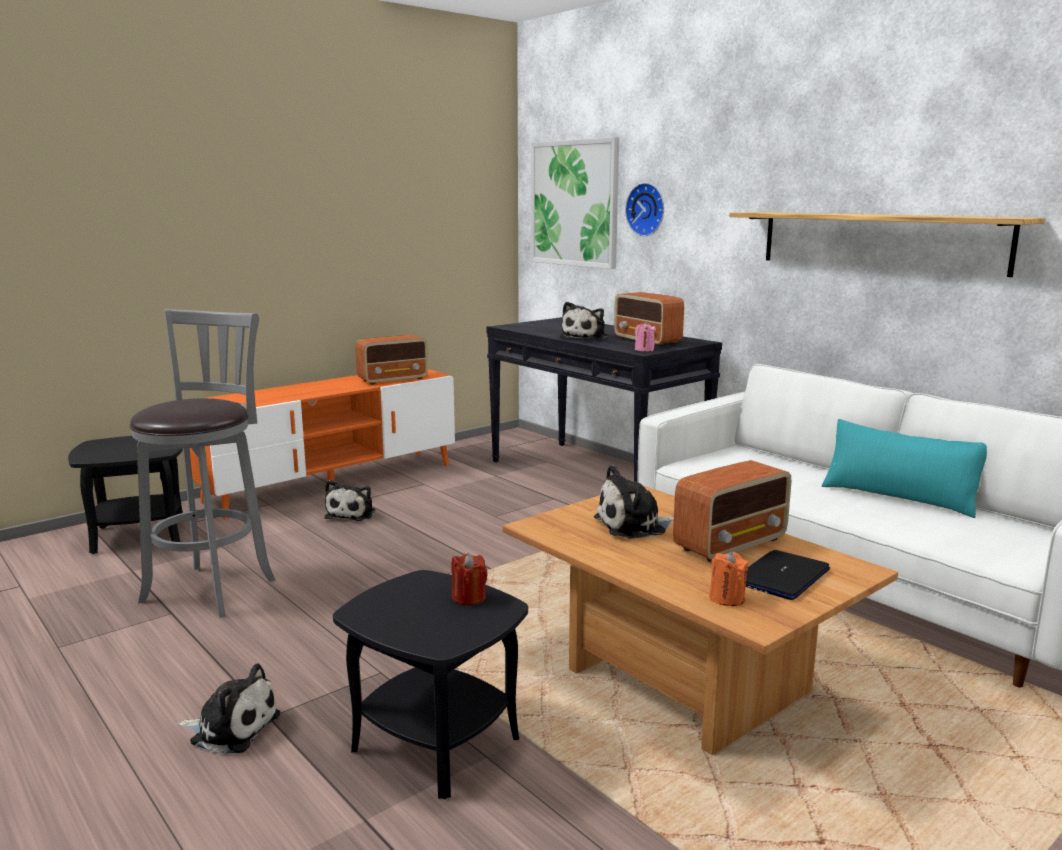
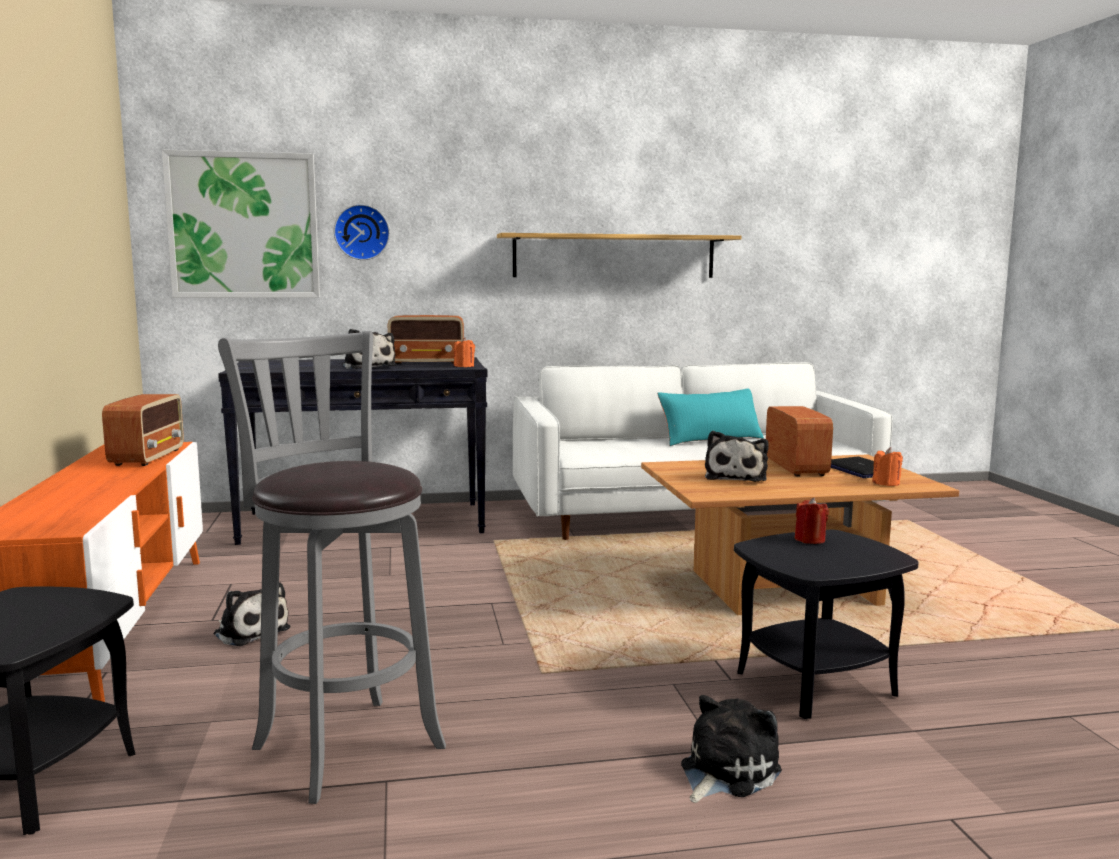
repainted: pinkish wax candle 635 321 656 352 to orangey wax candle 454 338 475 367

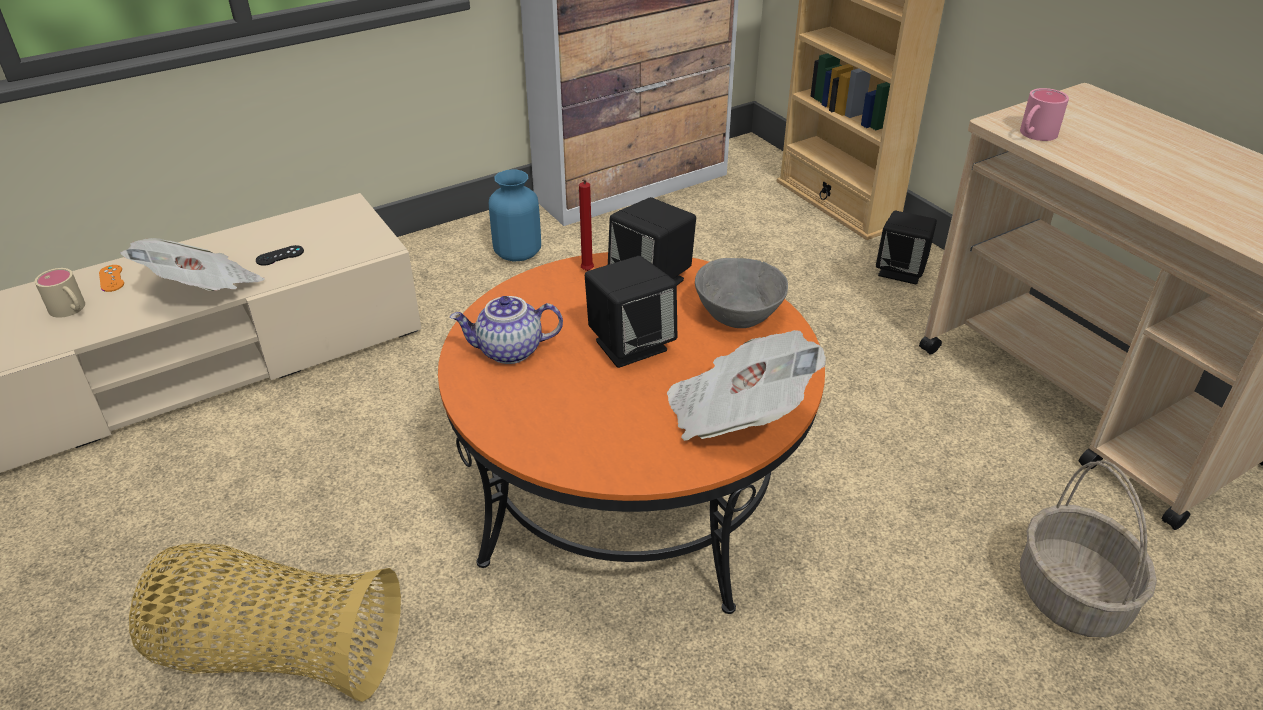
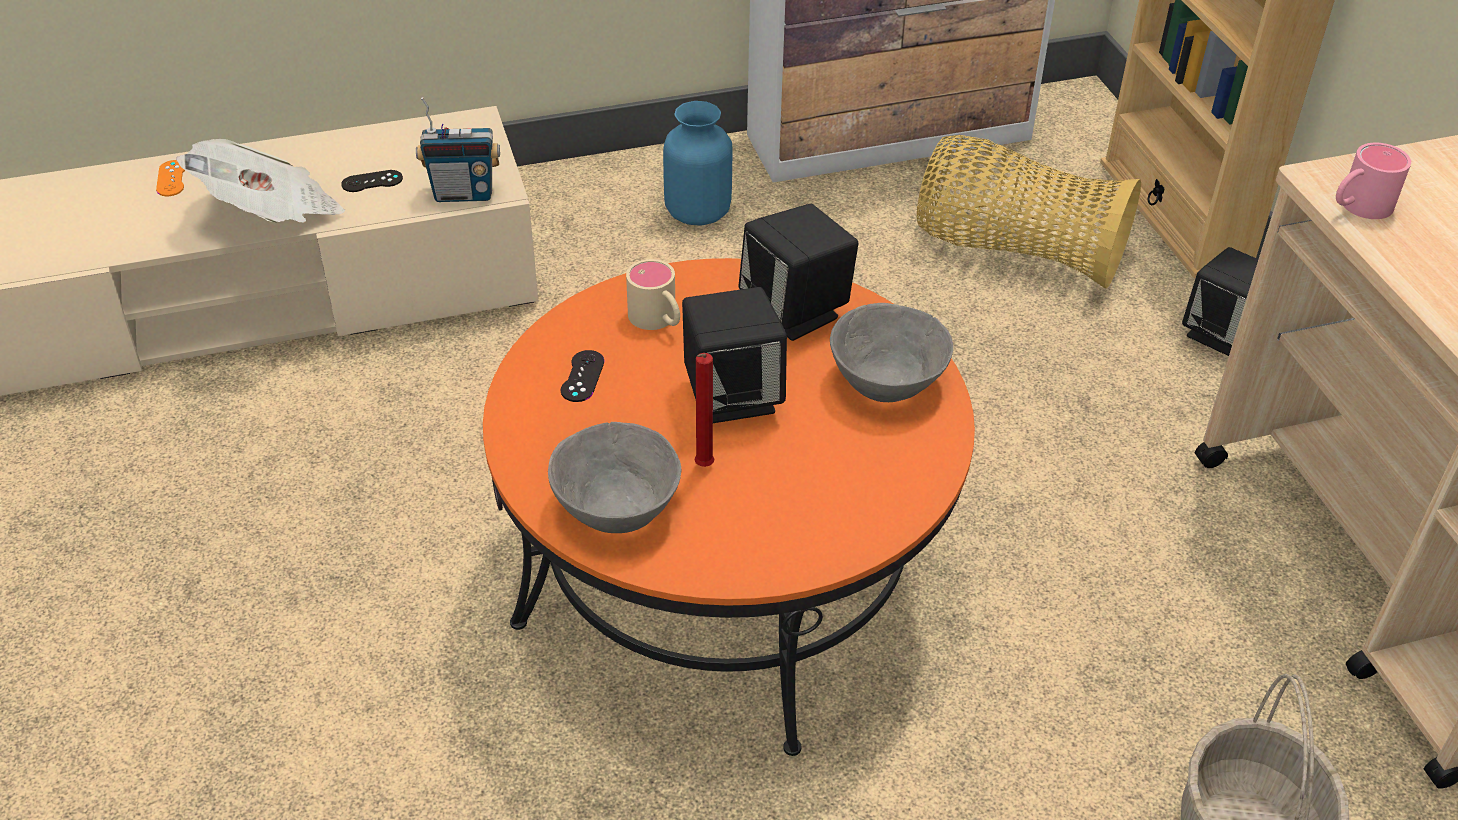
gone: newspaper 667 330 826 441
new: radio 416 97 500 202; greyish deep dish 548 422 682 533
shifted: sand-coloured tea mug 35 268 85 318 to 626 259 680 330; storage basket 129 543 401 702 to 917 135 1141 289; reddish wax candle 579 179 594 271 to 694 353 714 467
swapped: pot for tea 450 296 563 364 to blackish game controller 561 350 604 402

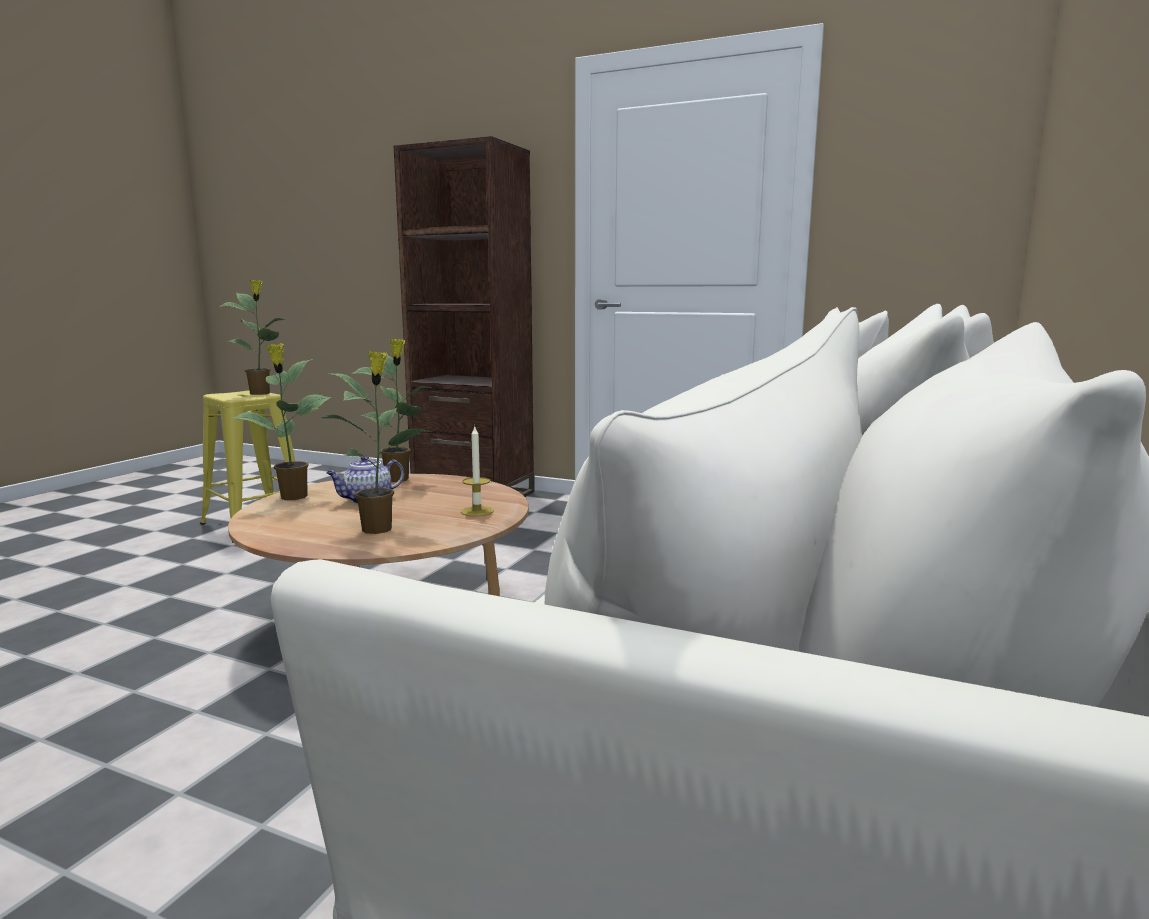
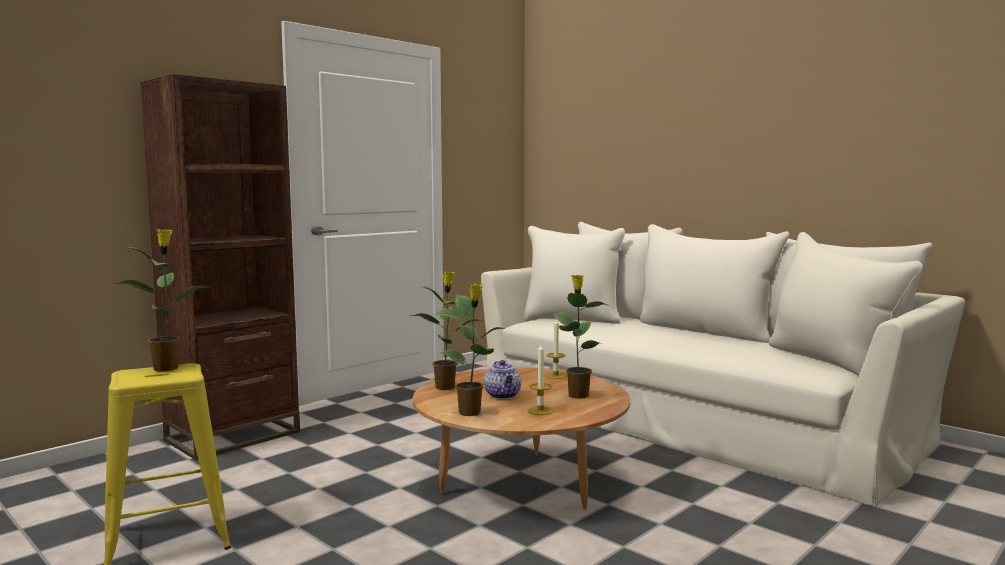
new: wax candle 527 344 553 415

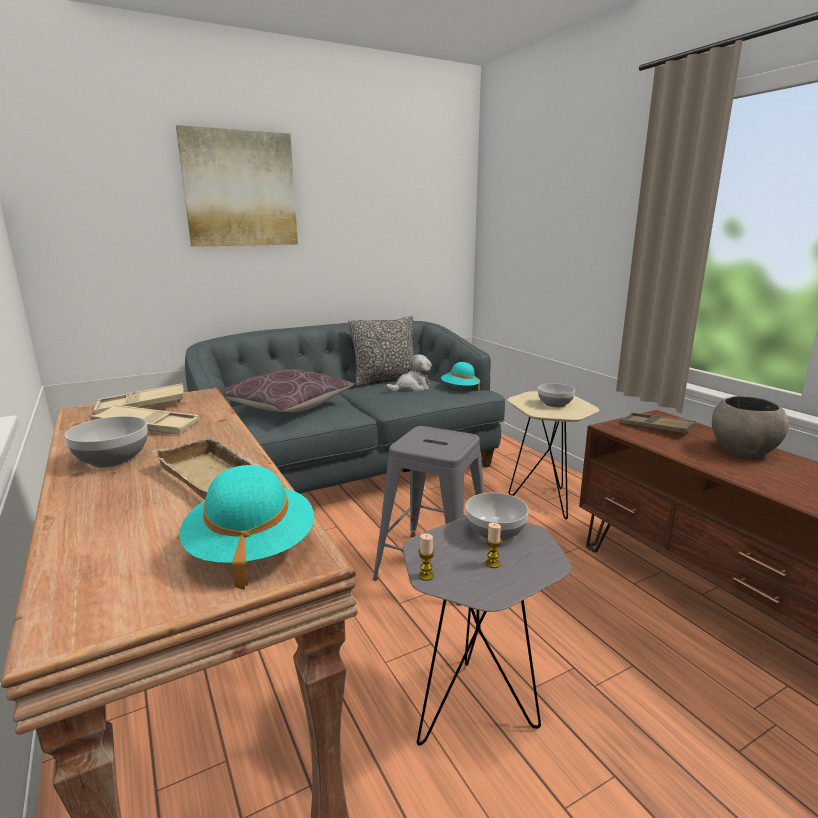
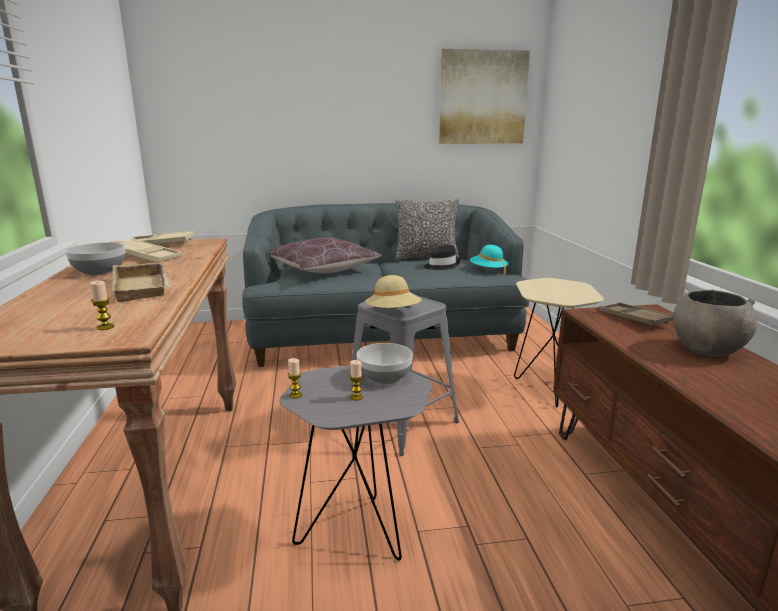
gone: deep dish 538 384 575 407
new: sand-coloured clothing hat 365 275 422 308
shifted: wall art 176 125 298 247 to 439 49 530 144
swapped: blue-green clothing hat 180 465 314 590 to wax candle 90 281 114 330; cuddly toy 386 354 432 392 to blackish clothing hat 424 245 460 270

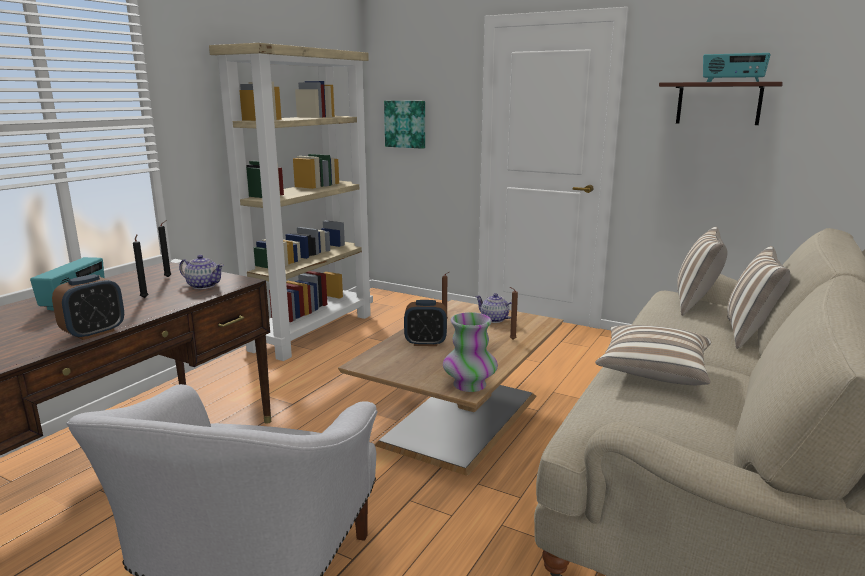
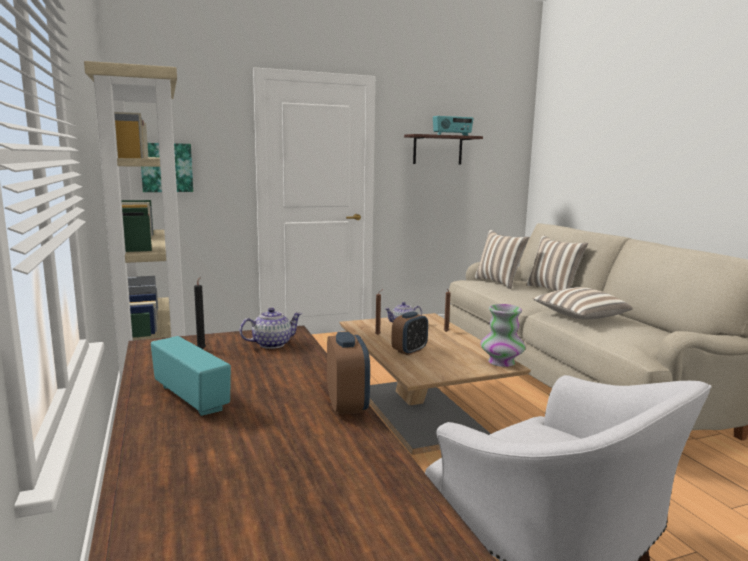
gone: blackish wax candle 133 235 148 298

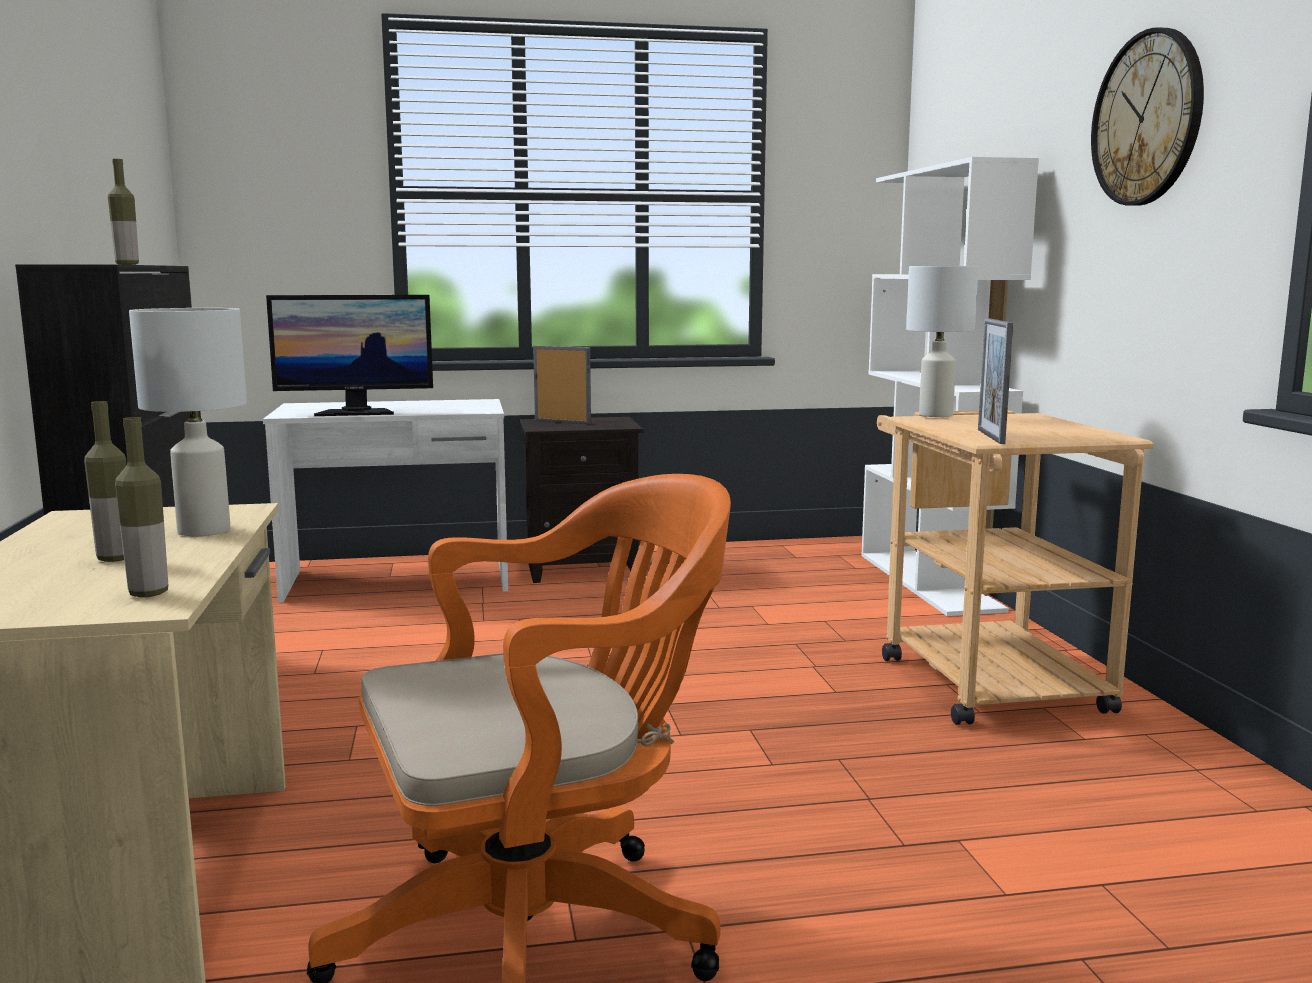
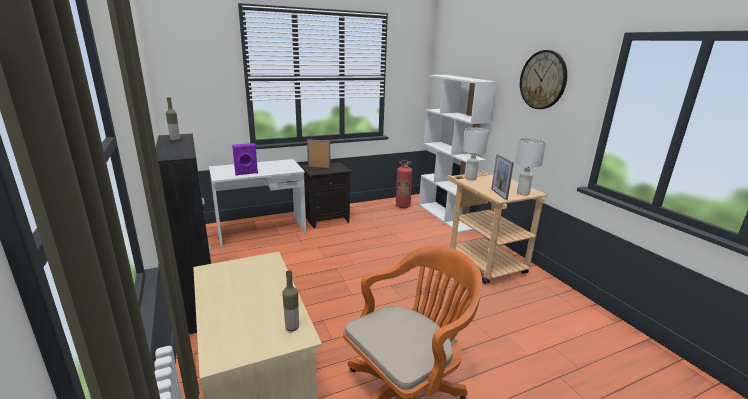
gone: bottle 84 401 127 562
new: extinguisher 396 160 413 208
shifted: white-coloured table lamp 129 308 247 536 to 515 138 546 196
swapped: computer screen 266 295 433 416 to purple-coloured speaker 232 143 258 176

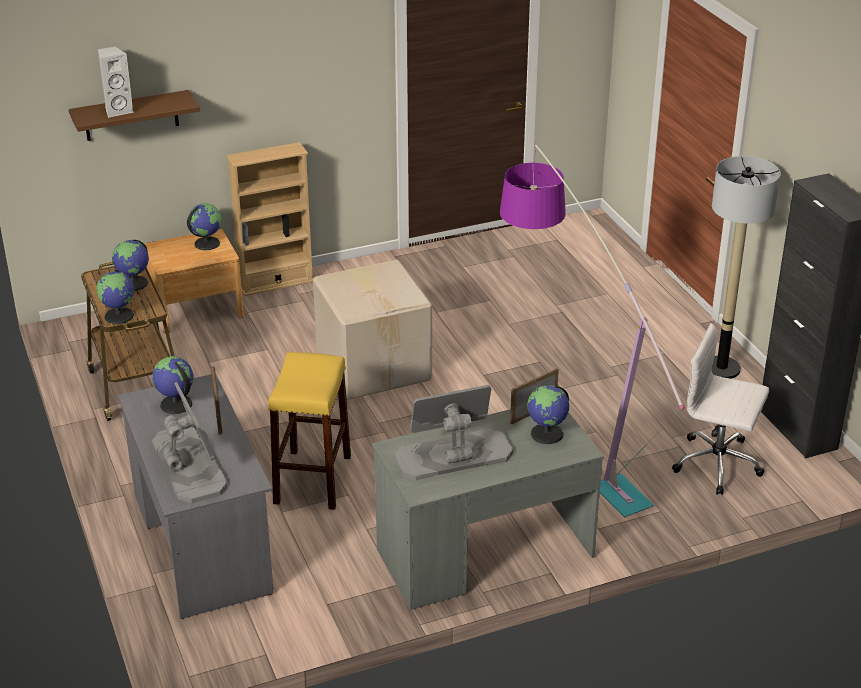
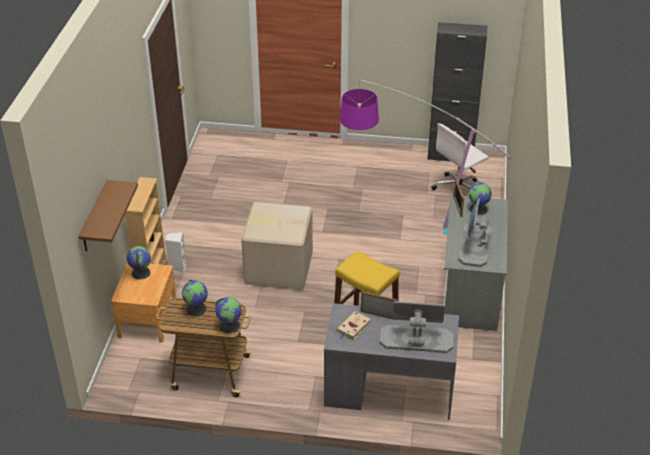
gone: standard lamp 711 156 781 379
shifted: white-coloured speaker 98 46 133 118 to 165 232 186 273
swapped: world globe 152 356 194 414 to sand-coloured bound book 337 311 371 340

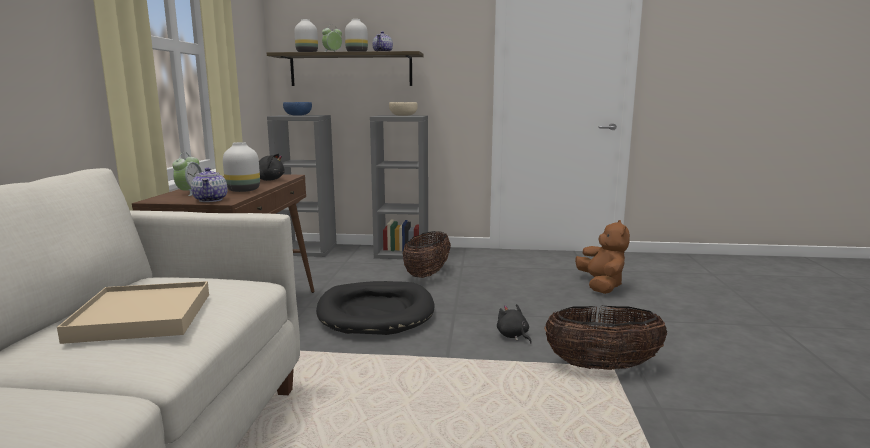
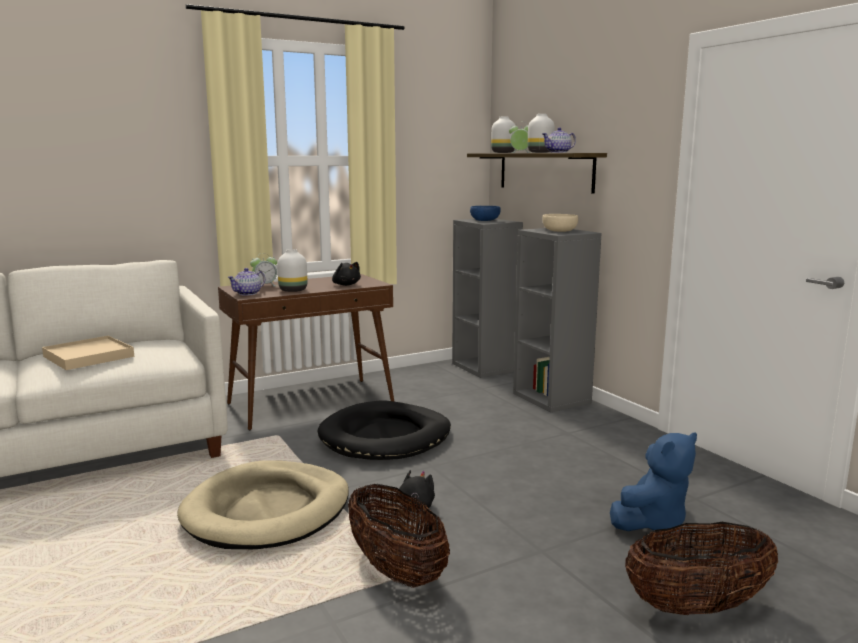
new: sand-coloured dog cushion 177 461 349 549
shifted: storage basket 402 231 451 278 to 625 522 778 615
repainted: brownish cuddly toy 575 220 630 294 to blue cuddly toy 610 433 697 531

